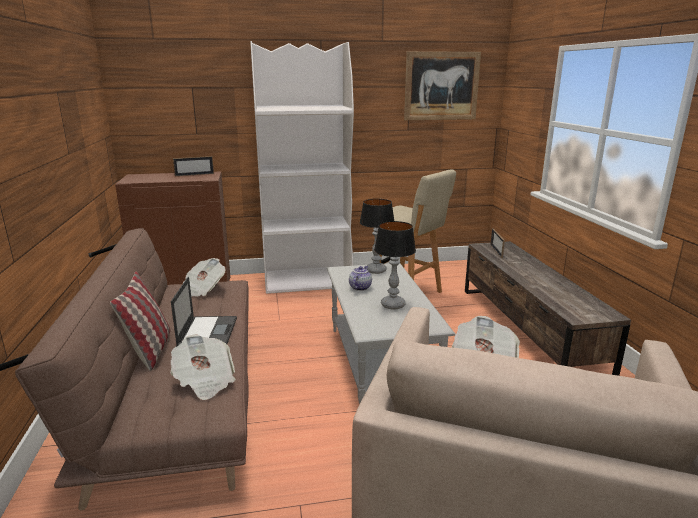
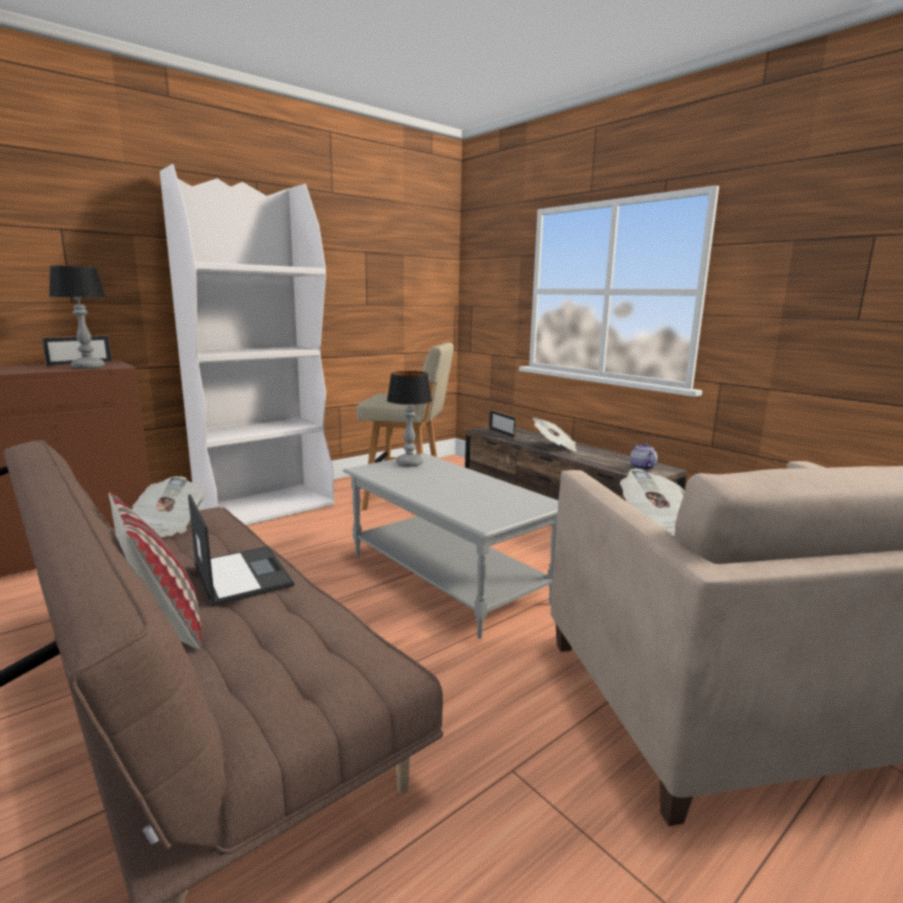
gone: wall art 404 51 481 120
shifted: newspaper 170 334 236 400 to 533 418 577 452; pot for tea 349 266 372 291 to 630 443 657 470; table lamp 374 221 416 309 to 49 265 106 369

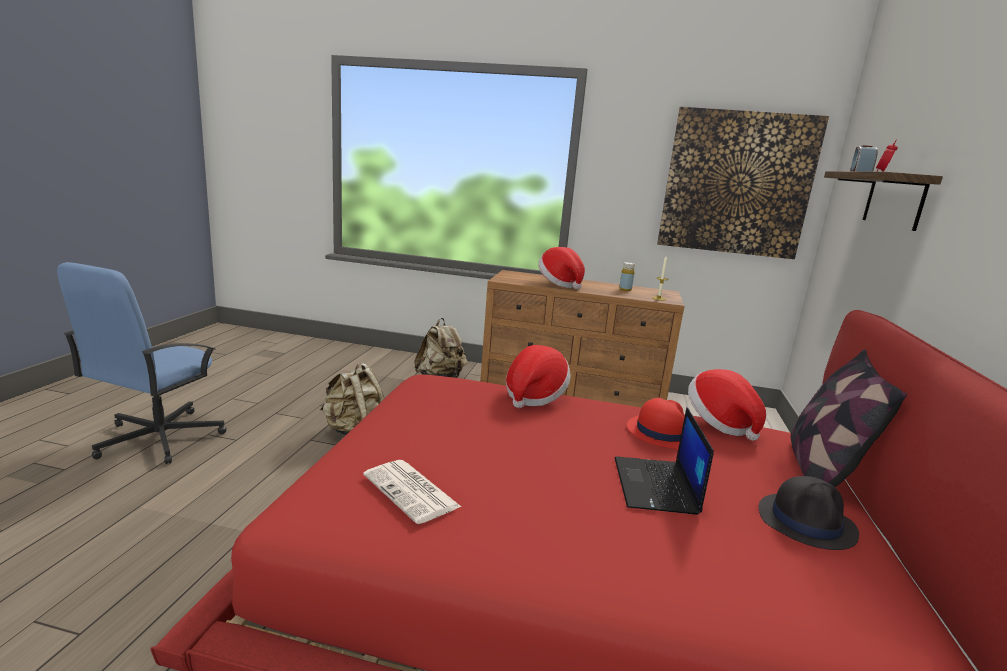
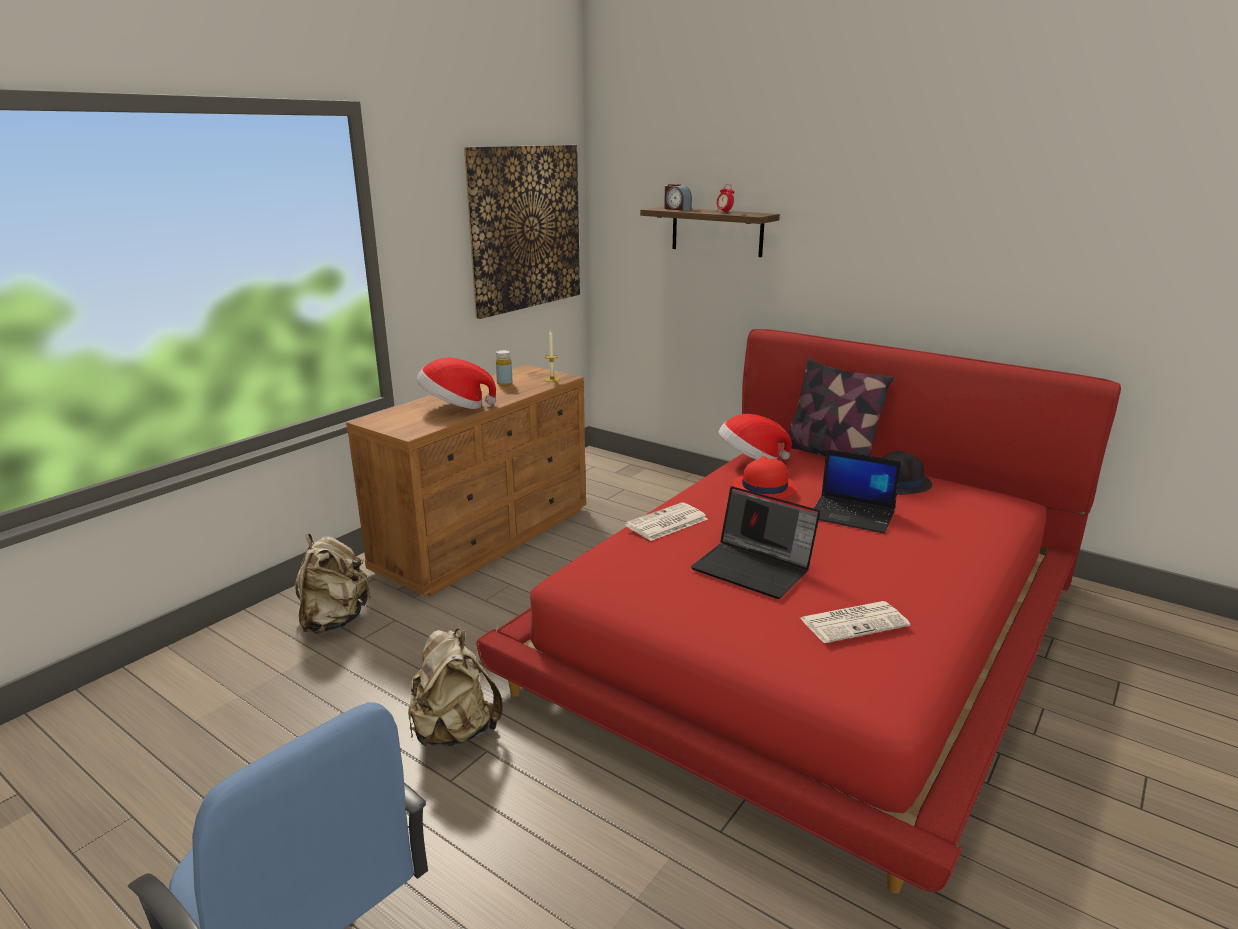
new: portable computer 691 486 820 599
swapped: clothing hat 506 345 571 408 to newspaper 625 502 708 541

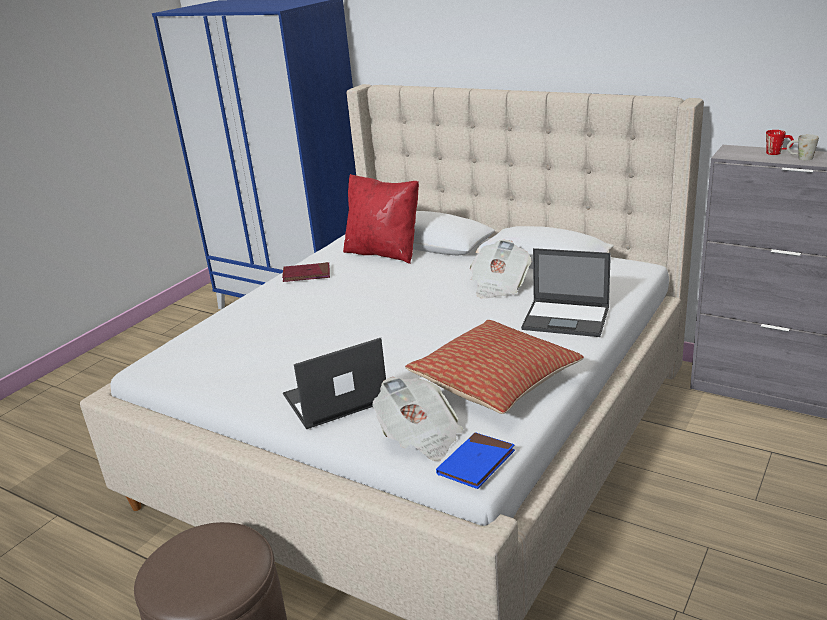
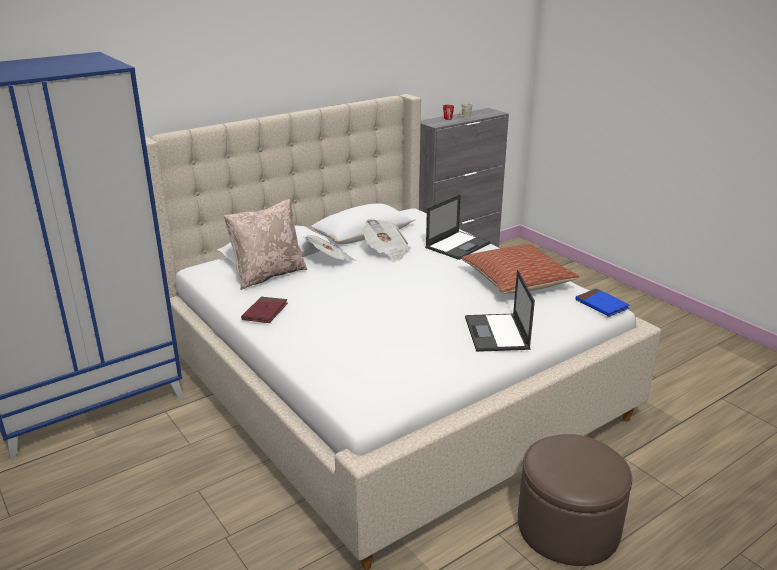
shifted: newspaper 372 377 463 461 to 303 235 357 261
repainted: reddish throw pillow 343 174 419 264 to sand-coloured throw pillow 224 199 307 290

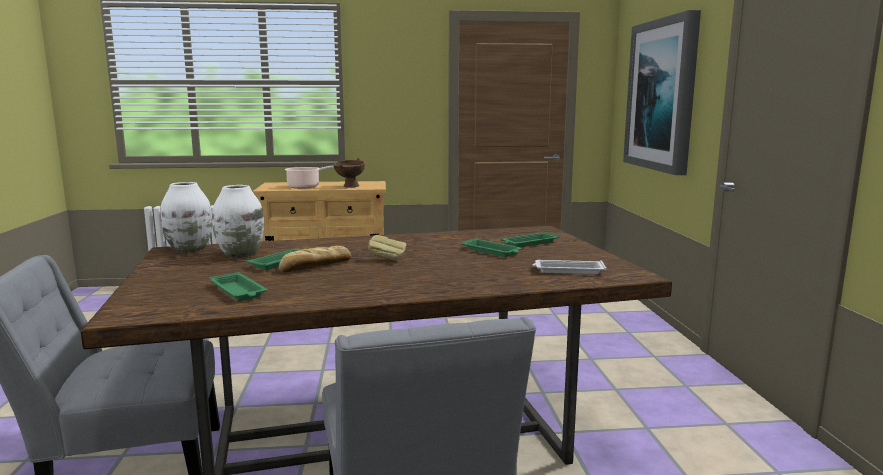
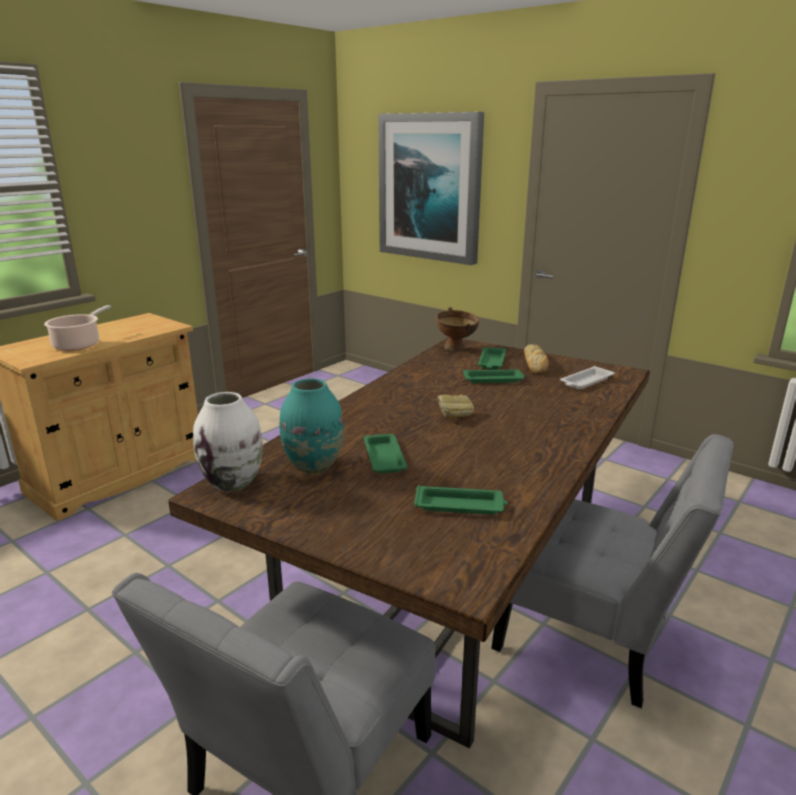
shifted: baked bread 279 246 351 272 to 524 344 549 375; brownish deep dish 333 158 365 188 to 436 307 479 352
repainted: white-coloured decorative vase 212 185 264 258 to blue-green decorative vase 280 378 344 474

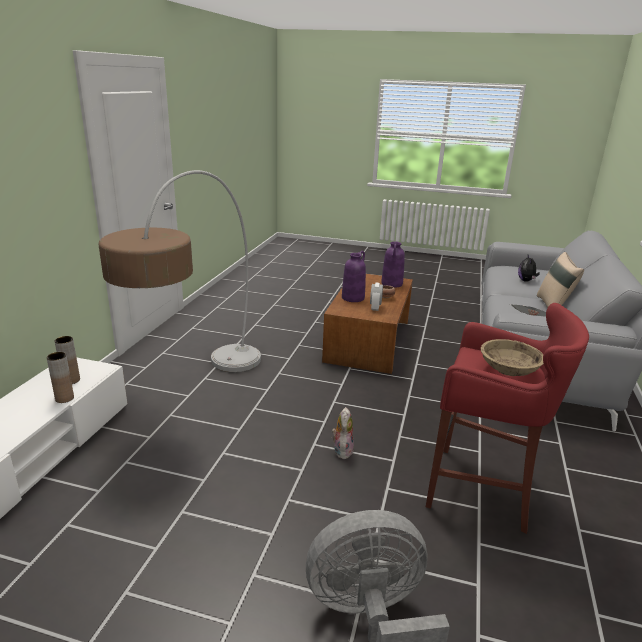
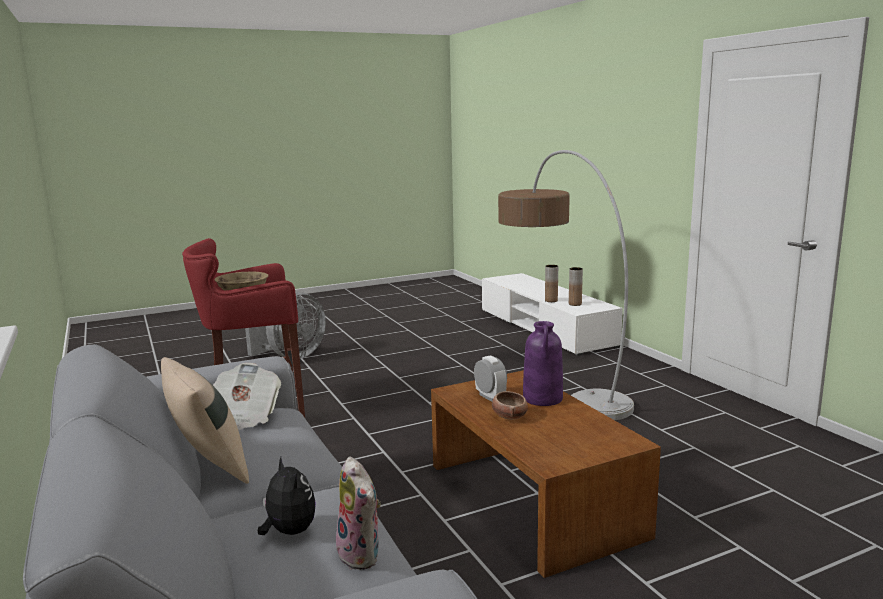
gone: purple-coloured decorative vase 381 242 405 288
shifted: cuddly toy 332 407 354 459 to 336 457 381 570

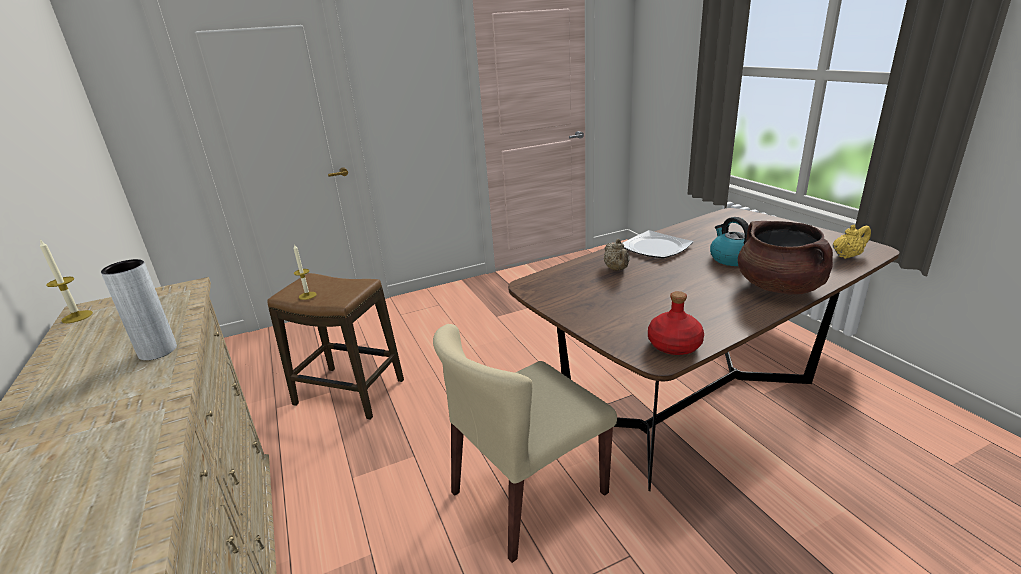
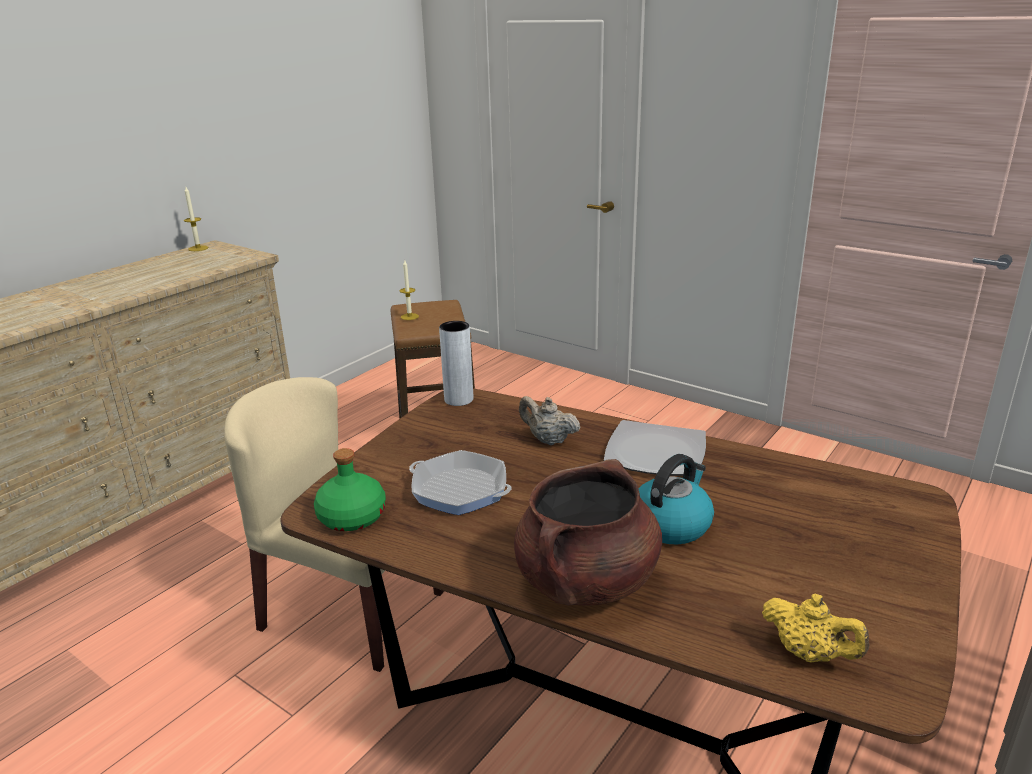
new: frying pan 409 450 512 515
shifted: greyish decorative vase 101 259 177 360 to 439 321 473 406
repainted: reddish bottle 648 291 704 355 to green-coloured bottle 314 448 386 531
rotated: sand-coloured pot for tea 604 239 630 271 = 519 396 580 445 75 degrees clockwise

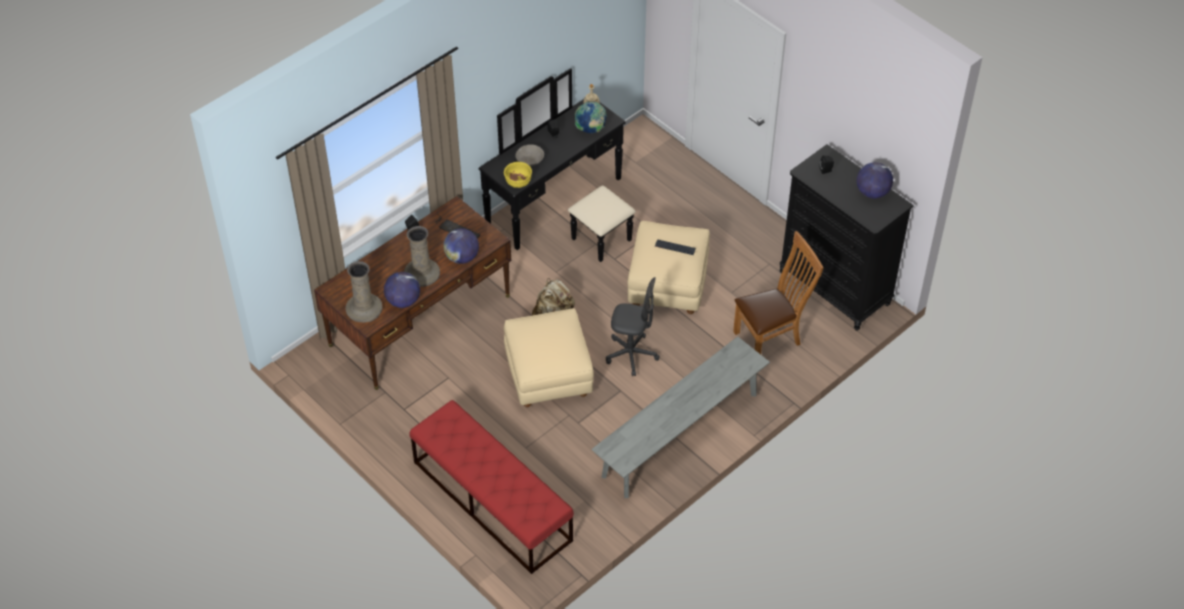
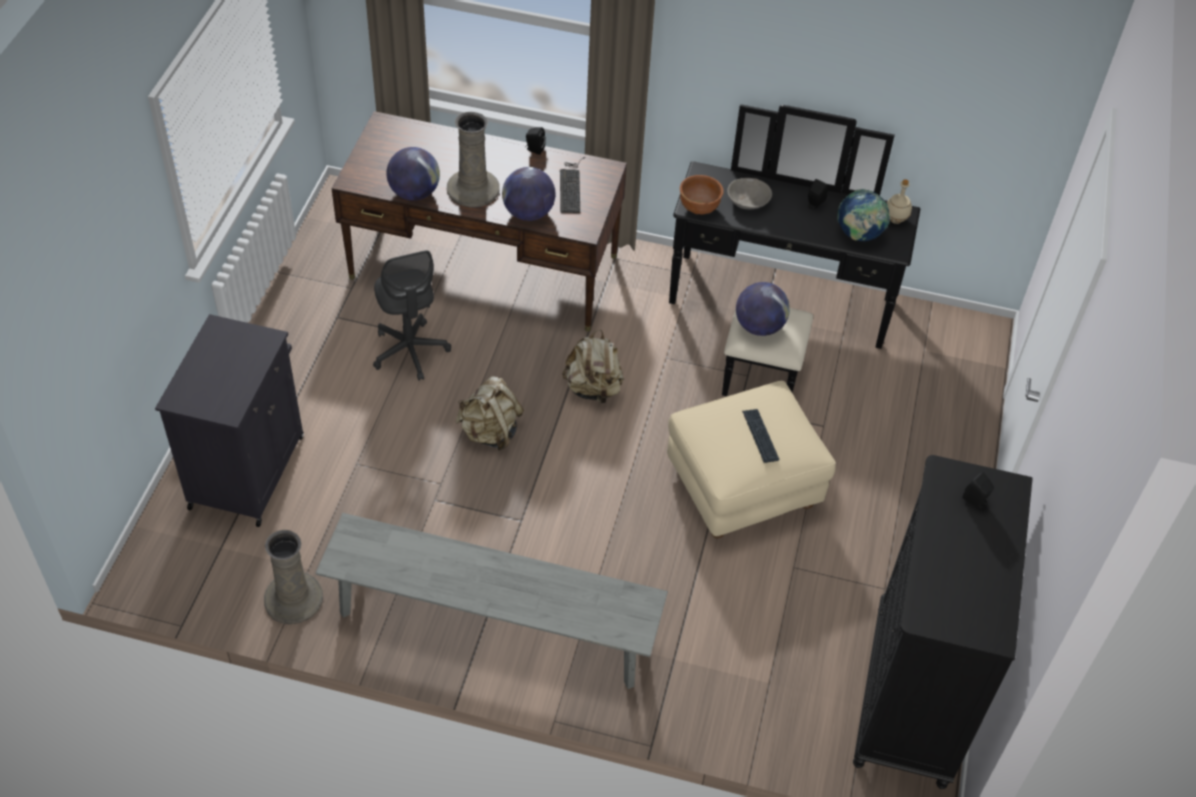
gone: brownish chair 733 231 824 354
shifted: sand-coloured decorative vase 346 261 383 323 to 264 530 323 624; greyish computer chair 606 277 660 376 to 373 250 451 381; world globe 857 162 893 198 to 736 282 790 336
swapped: reddish long seat 409 400 574 574 to blackish storage cabinet 155 314 304 527; sand-coloured ottoman 504 308 594 407 to sand-coloured rucksack 455 376 524 451
repainted: yellow deep dish 504 162 532 188 to brownish deep dish 680 175 724 215

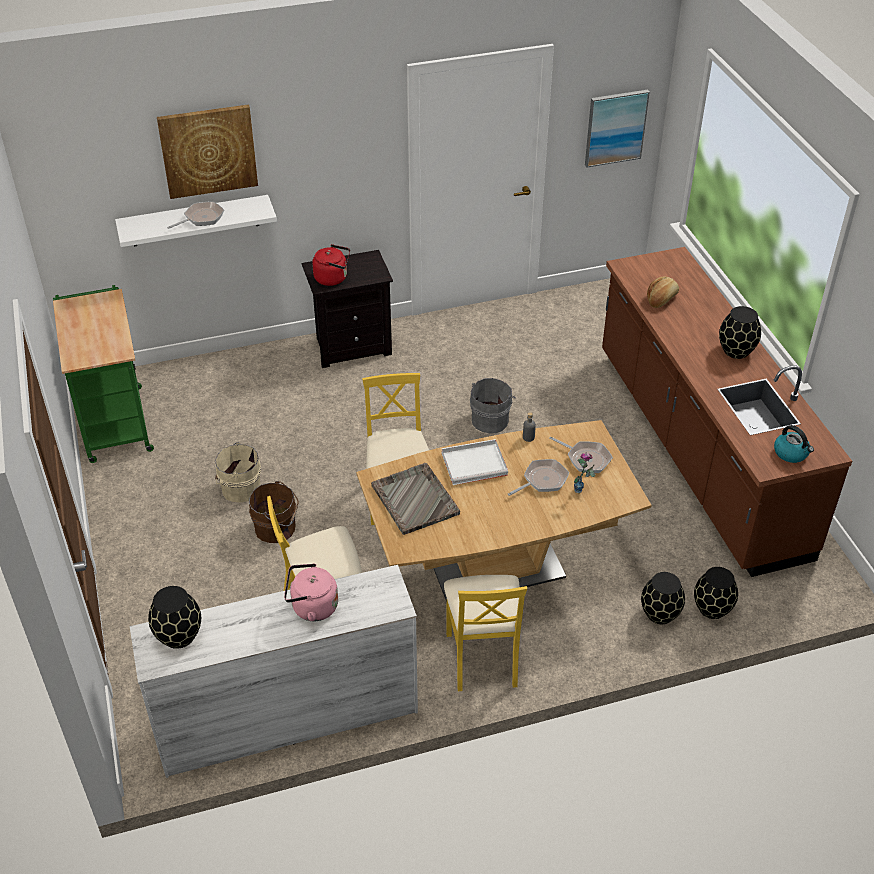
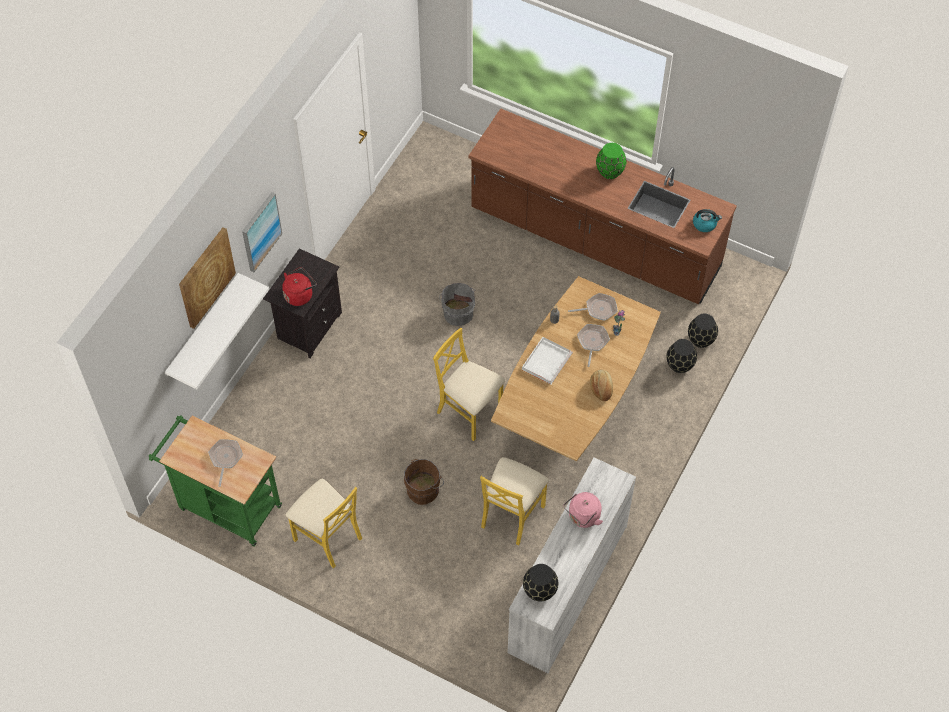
gone: sand-coloured water bucket 215 442 261 502; greyish tray 371 463 460 535
shifted: frying pan 167 201 224 229 to 208 439 243 487; yellow chair 444 575 527 691 to 286 478 362 568; wall art 585 90 650 167 to 242 192 282 272; baked bread 647 276 679 308 to 590 369 613 401
repainted: blackish decorative vase 719 306 761 359 to green-coloured decorative vase 596 143 626 179

